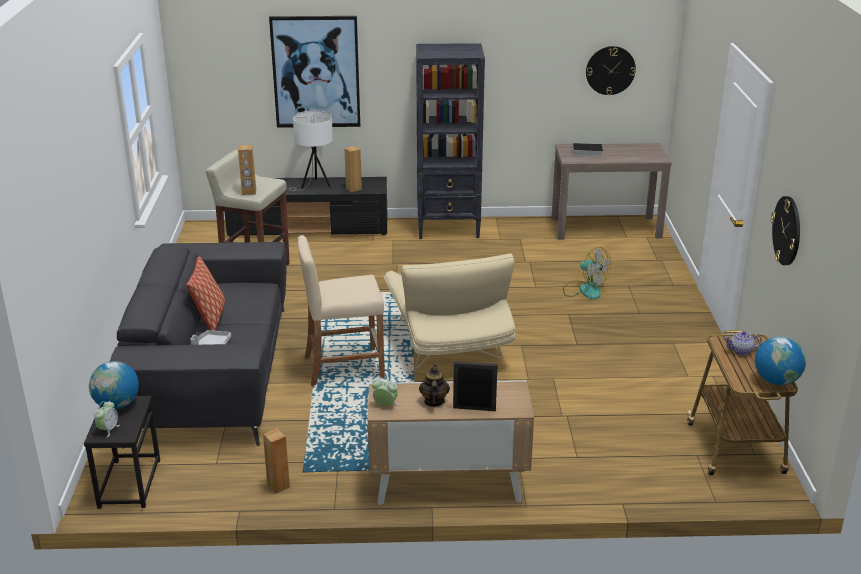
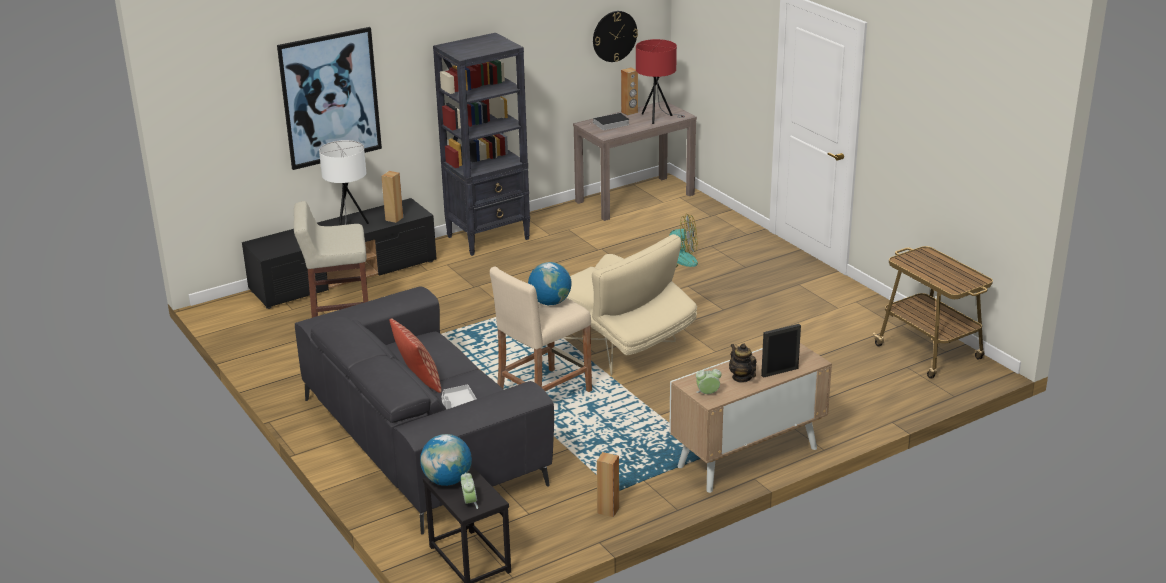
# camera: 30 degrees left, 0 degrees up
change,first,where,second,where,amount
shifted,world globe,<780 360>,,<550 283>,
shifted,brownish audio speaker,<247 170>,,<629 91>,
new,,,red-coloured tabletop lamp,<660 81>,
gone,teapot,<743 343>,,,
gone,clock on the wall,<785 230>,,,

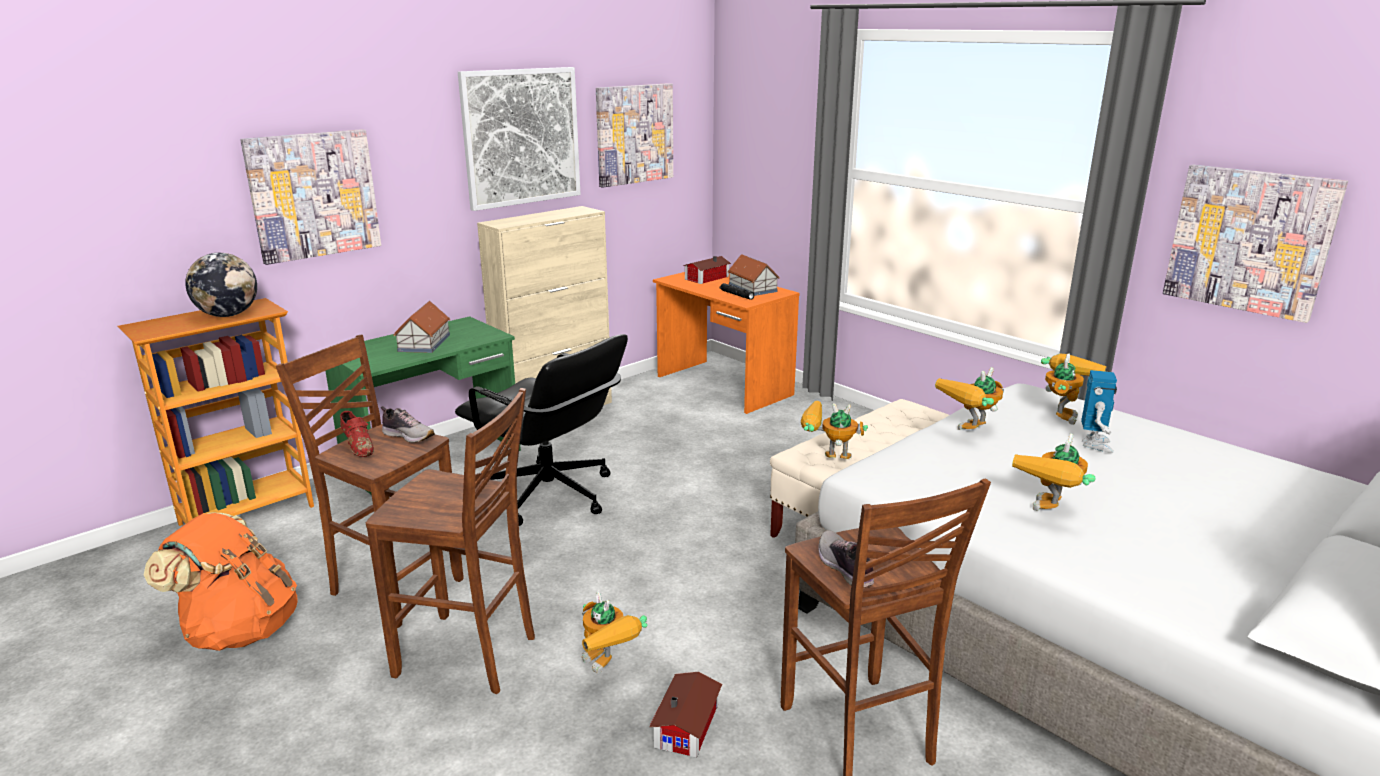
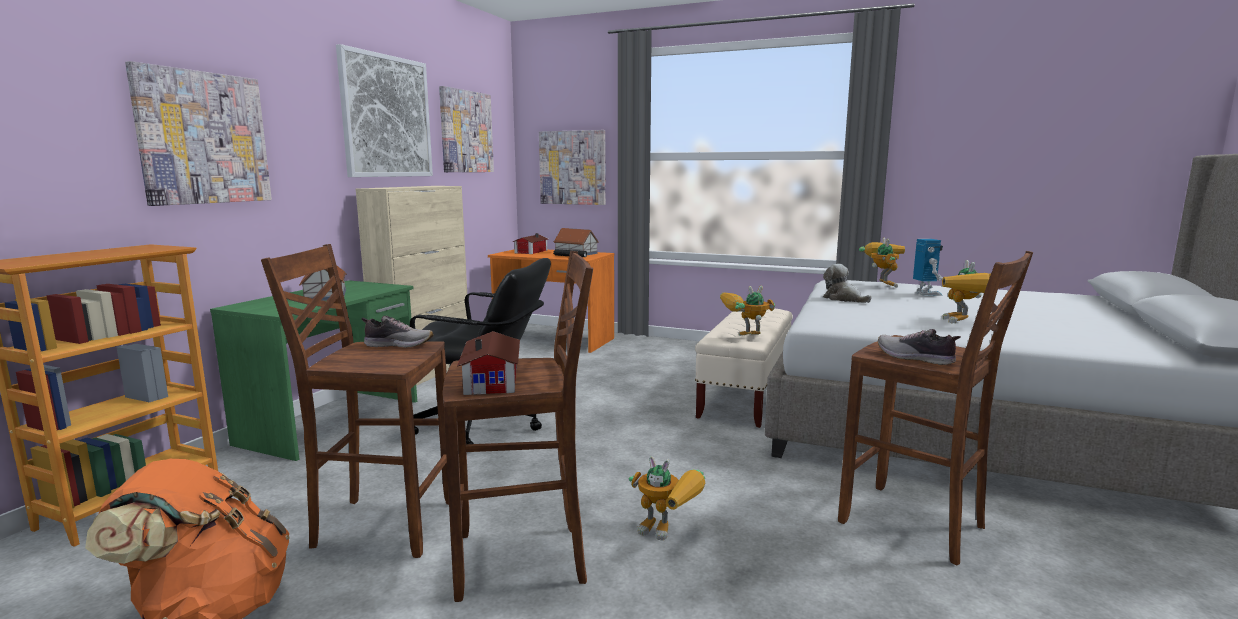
# camera: 25 degrees left, 10 degrees down
change,first,where,second,where,amount
shifted,toy house,<685 714>,,<488 363>,
shifted,picture,<1255 244>,,<572 167>,
swapped,model robot,<969 398>,plush toy,<847 283>,
gone,world globe,<221 285>,,,
gone,red-coloured shoe,<357 434>,,,

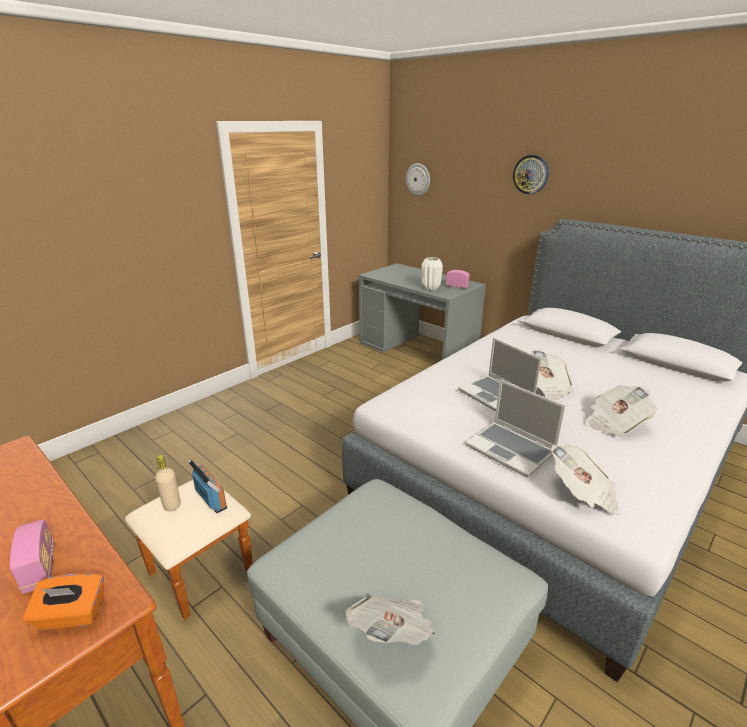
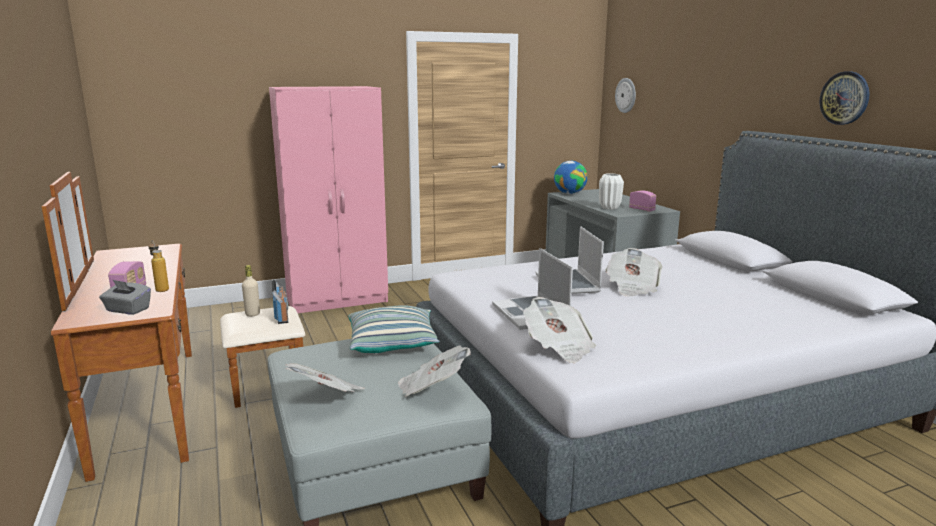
# camera: 25 degrees right, 10 degrees down
change,first,where,second,where,amount
repainted,orange-coloured tissue box,<63 602>,grey tissue box,<125 297>,
new,,,bottle,<158 266>,
new,,,pinkish wardrobe,<328 199>,
new,,,pillow,<394 329>,
shifted,daily paper,<620 411>,,<434 371>,
new,,,world globe,<571 177>,
shifted,clock on the wall,<531 174>,,<845 98>,

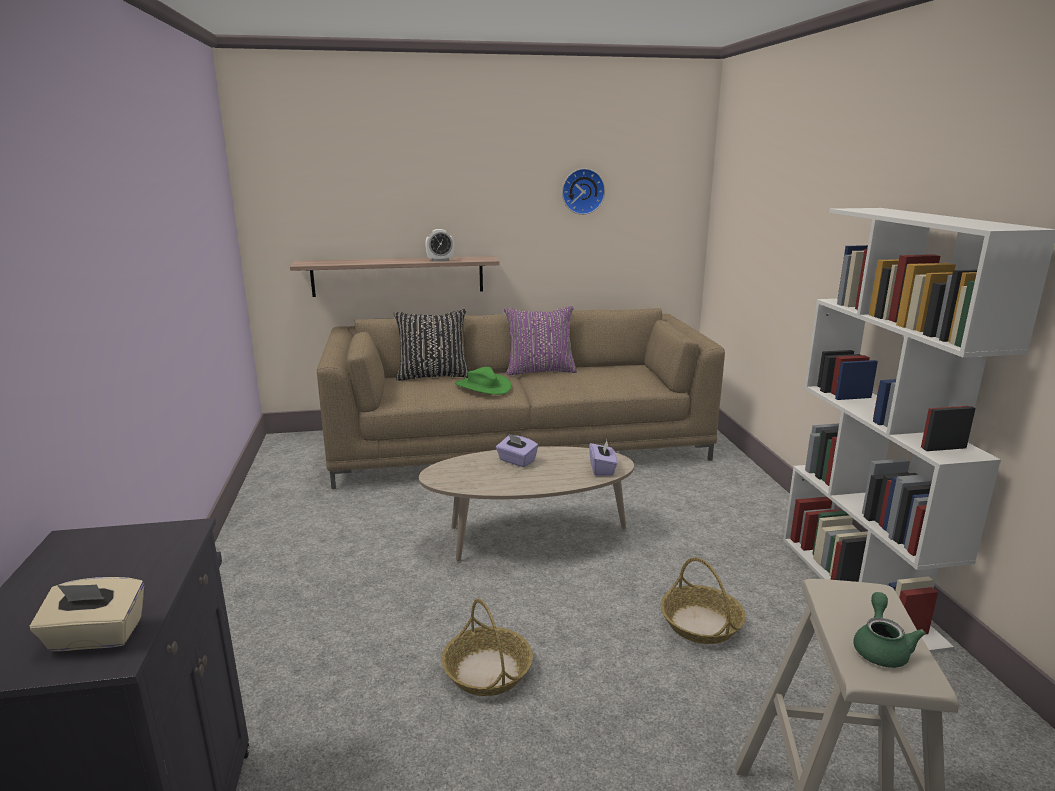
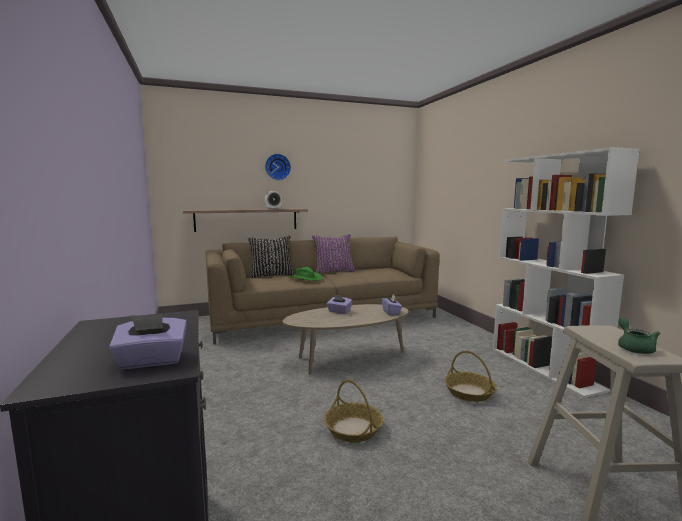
# camera: 10 degrees left, 10 degrees down
change,first,where,second,where,amount
repainted,beige tissue box,<87 614>,purplish tissue box,<148 341>,
shifted,clock on the wall,<583 191>,,<278 167>,

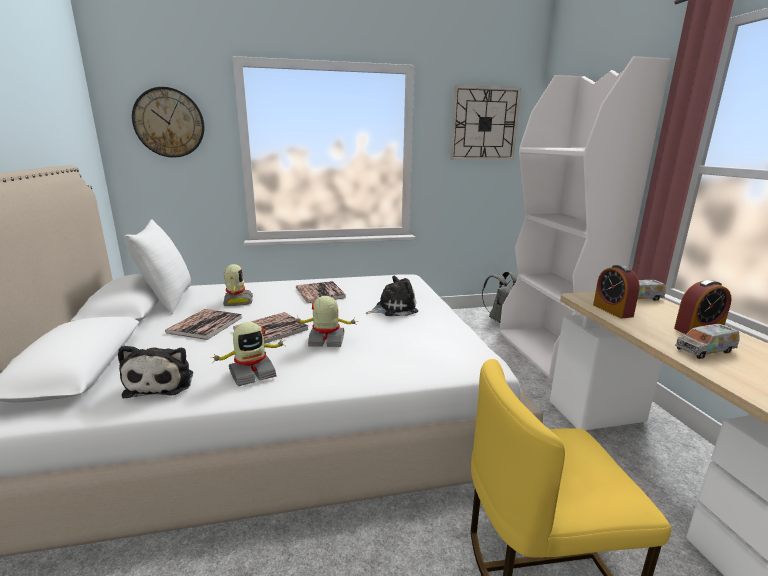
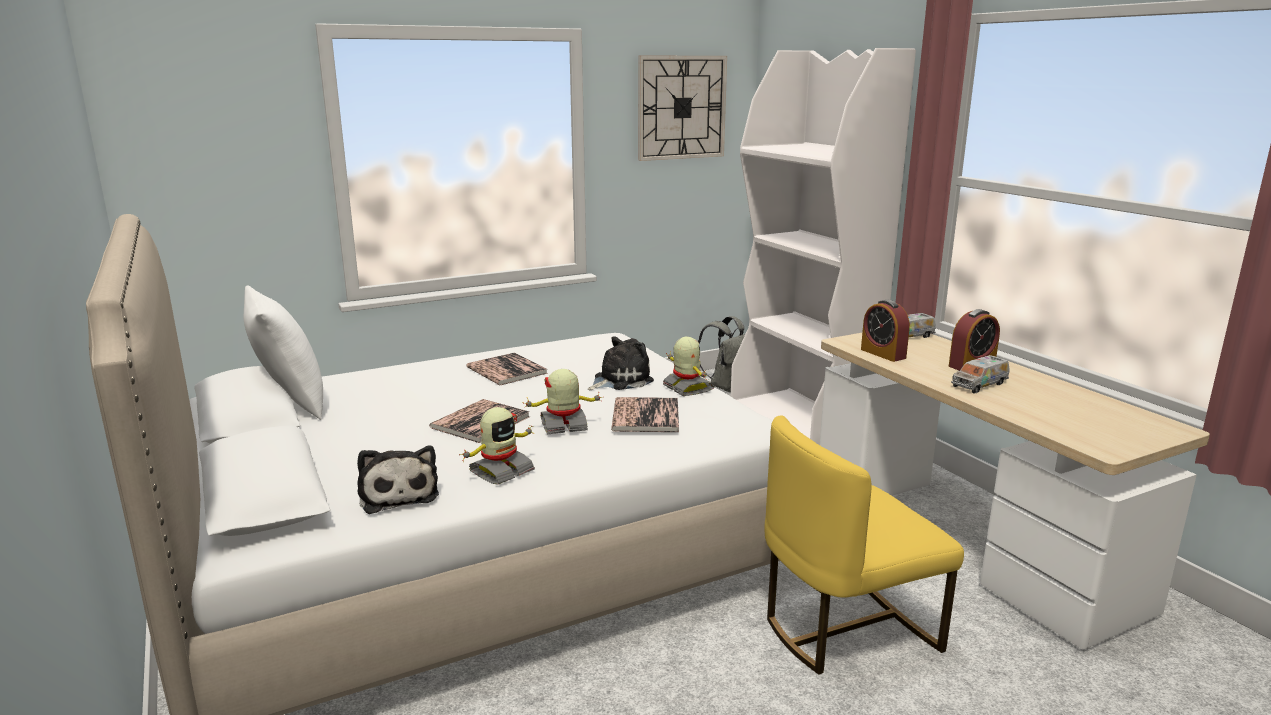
# camera: 15 degrees left, 0 degrees up
change,first,where,second,where,amount
shifted,book,<203 324>,,<645 414>,
shifted,model robot,<238 285>,,<688 366>,
gone,clock on the wall,<168 122>,,,

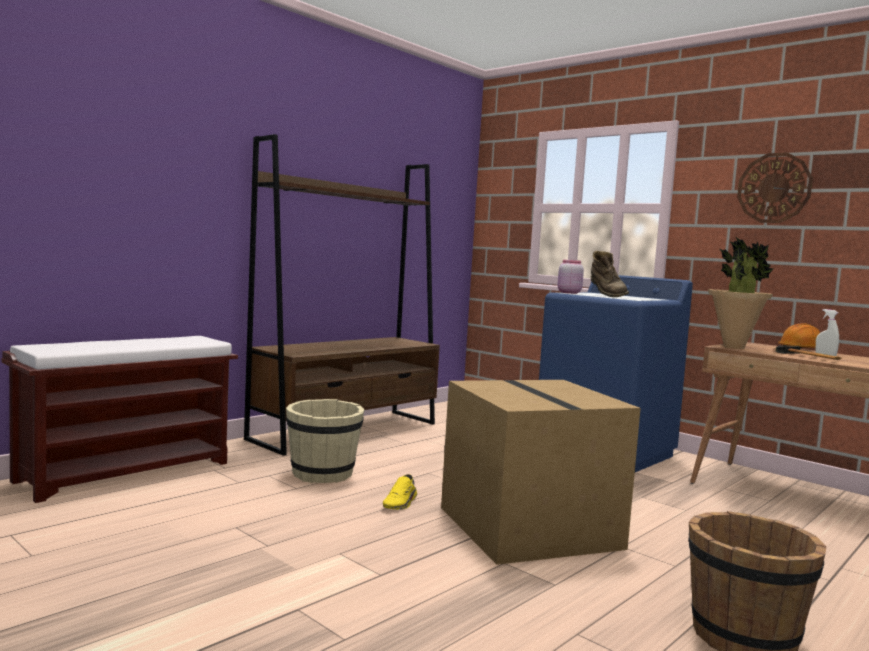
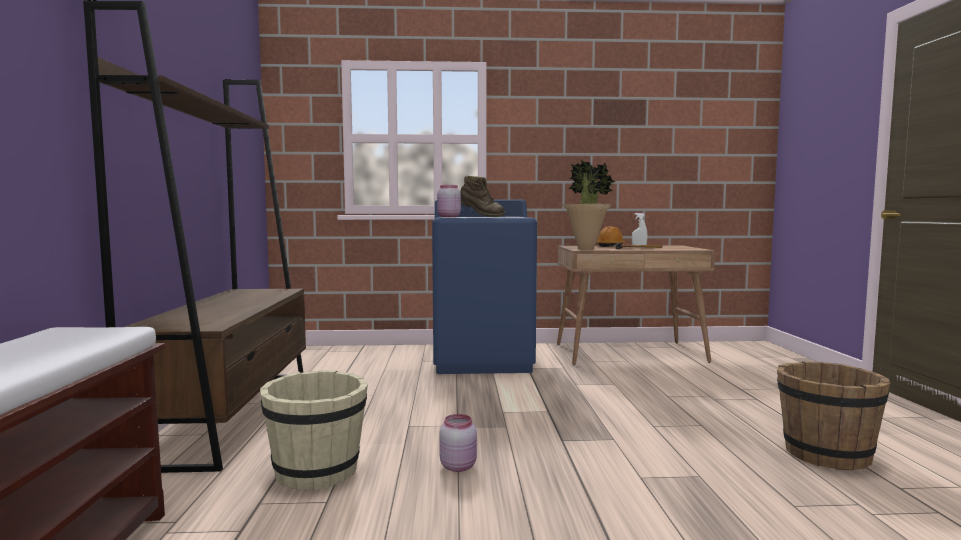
# camera: 45 degrees left, 0 degrees up
change,first,where,second,where,amount
swapped,yellow shoe,<400 492>,pinkish jar,<458 443>,
gone,cardboard box,<541 472>,,,
gone,clock on the wall,<775 187>,,,

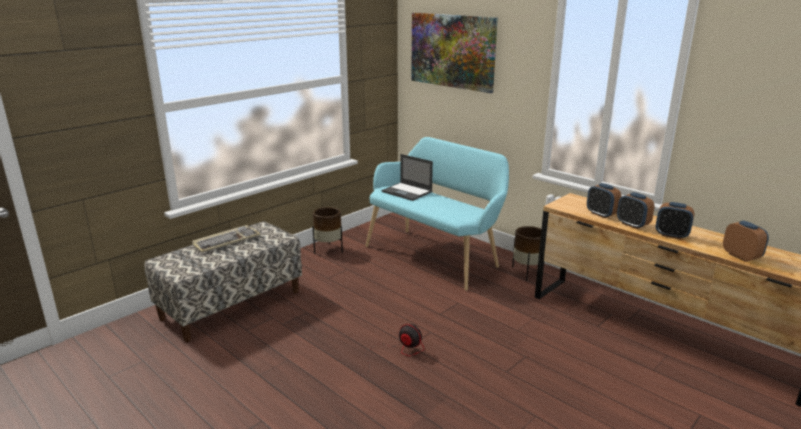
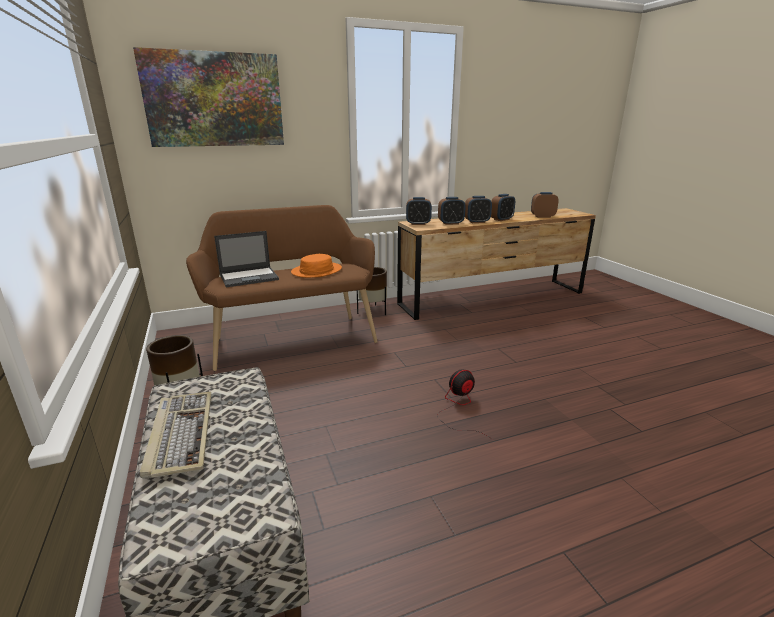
# camera: 65 degrees left, 0 degrees up
change,first,where,second,where,amount
repainted,blue-green indoor bench,<437 214>,brownish indoor bench,<282 288>,
new,,,orange-coloured wearable hat,<316 266>,
new,,,bedside clock,<419 211>,

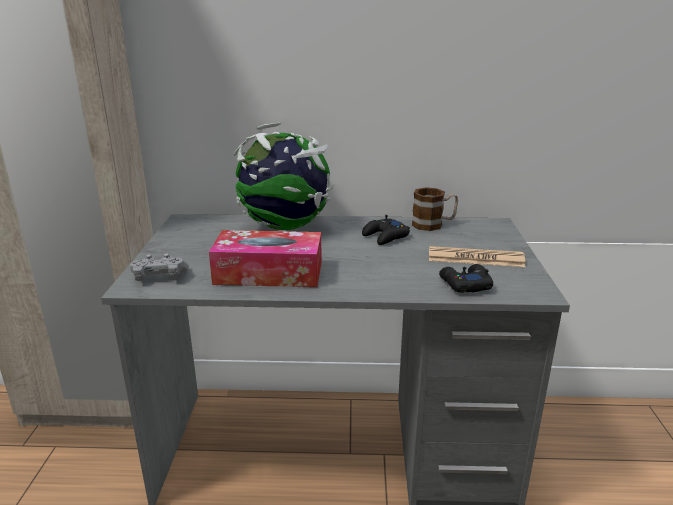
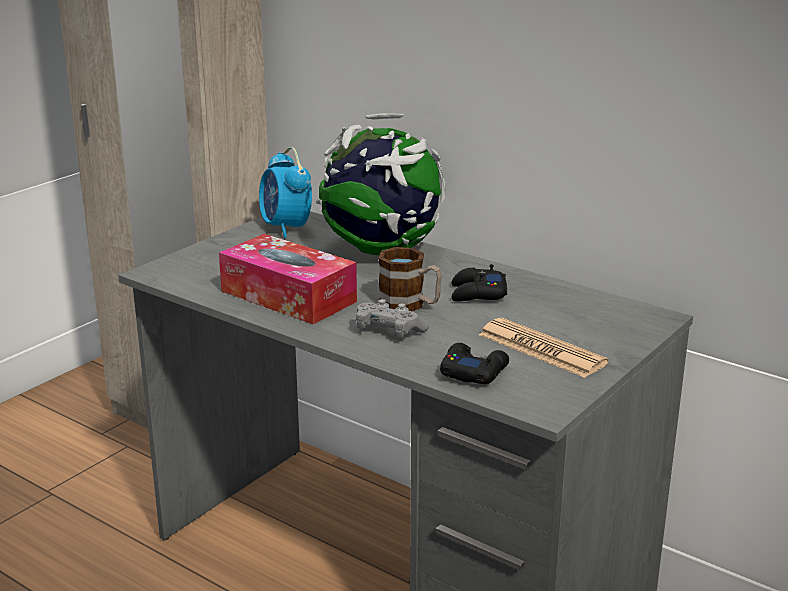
# camera: 35 degrees right, 0 degrees up
change,first,where,second,where,amount
new,,,bedside clock,<285 192>,
shifted,grey game controller,<159 267>,,<392 318>,
shifted,tea mug,<435 209>,,<410 279>,

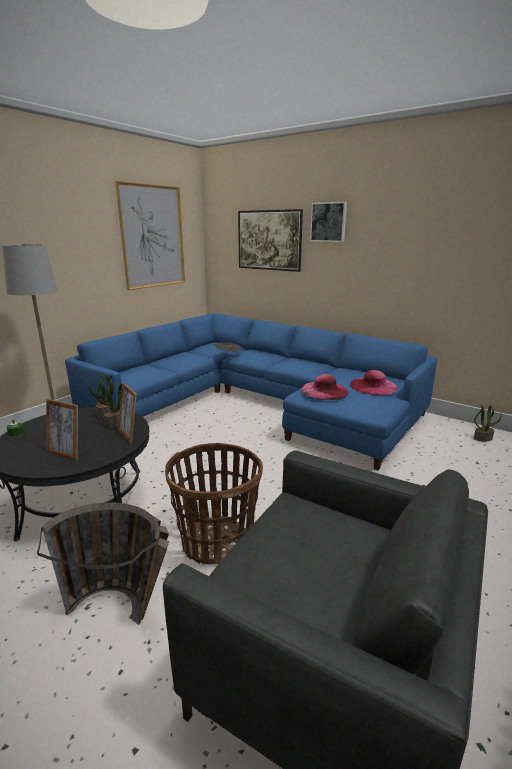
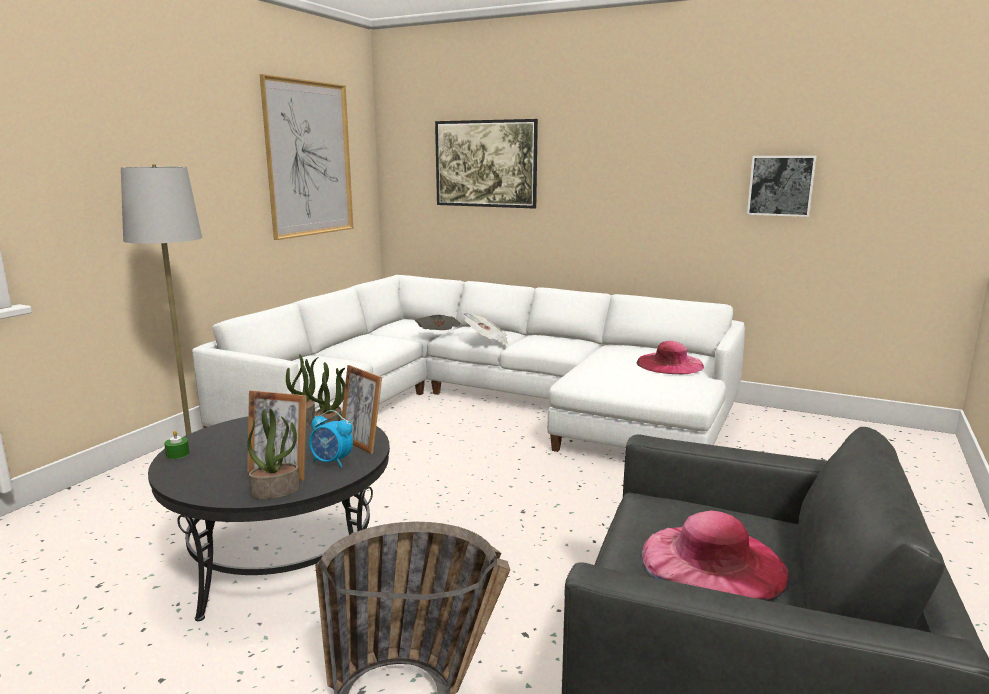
# camera: 10 degrees left, 5 degrees down
change,first,where,second,where,amount
repainted,blue couch,<251 392>,white couch,<468 363>,
shifted,plant in a pot,<488 423>,,<273 454>,
new,,,bedside clock,<331 438>,
new,,,daily paper,<485 328>,
shifted,pinkish wearable hat,<325 387>,,<715 556>,
shifted,picture,<328 222>,,<782 186>,
gone,household basket,<214 503>,,,

